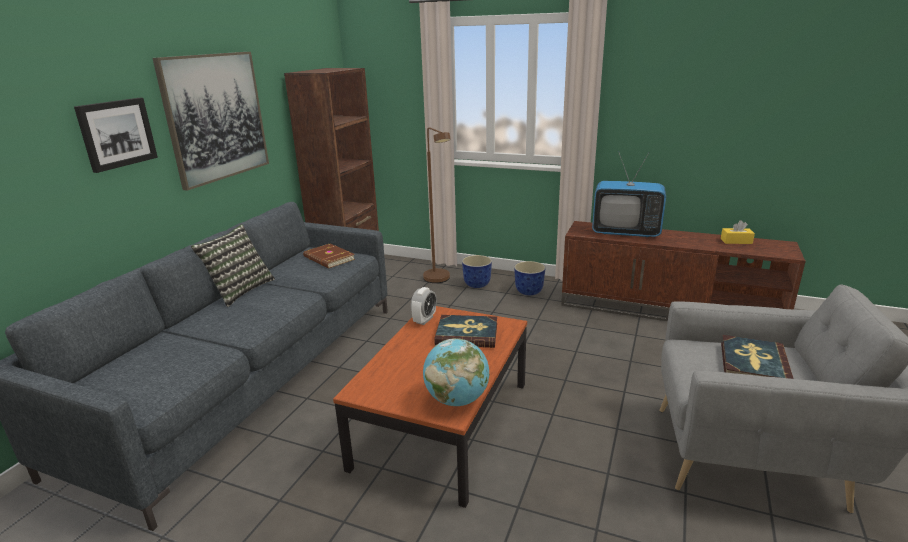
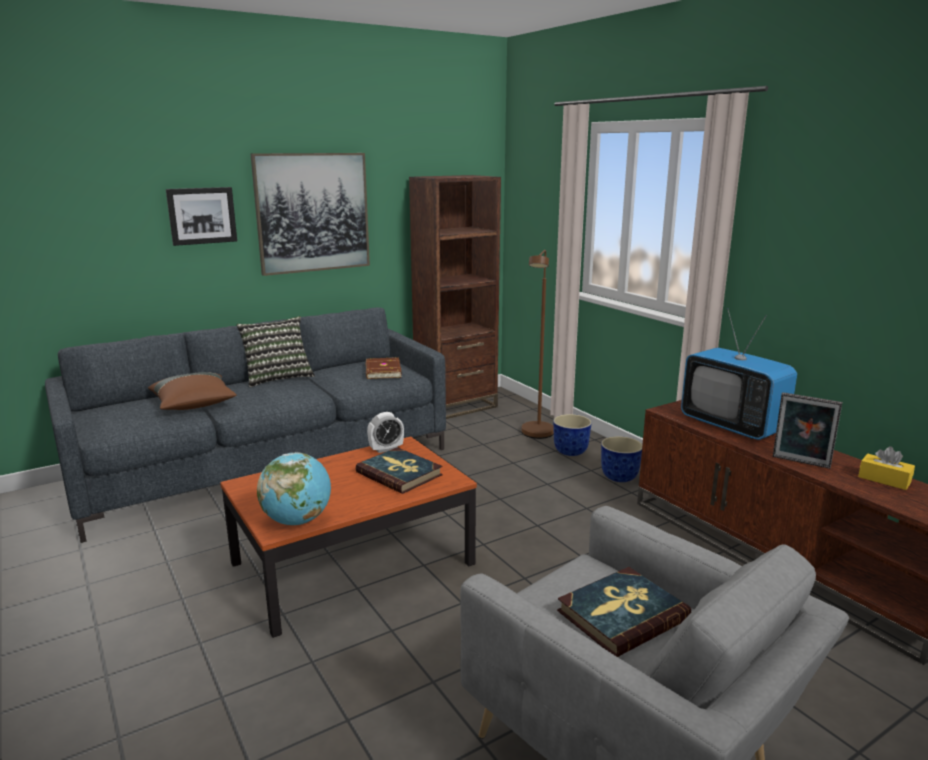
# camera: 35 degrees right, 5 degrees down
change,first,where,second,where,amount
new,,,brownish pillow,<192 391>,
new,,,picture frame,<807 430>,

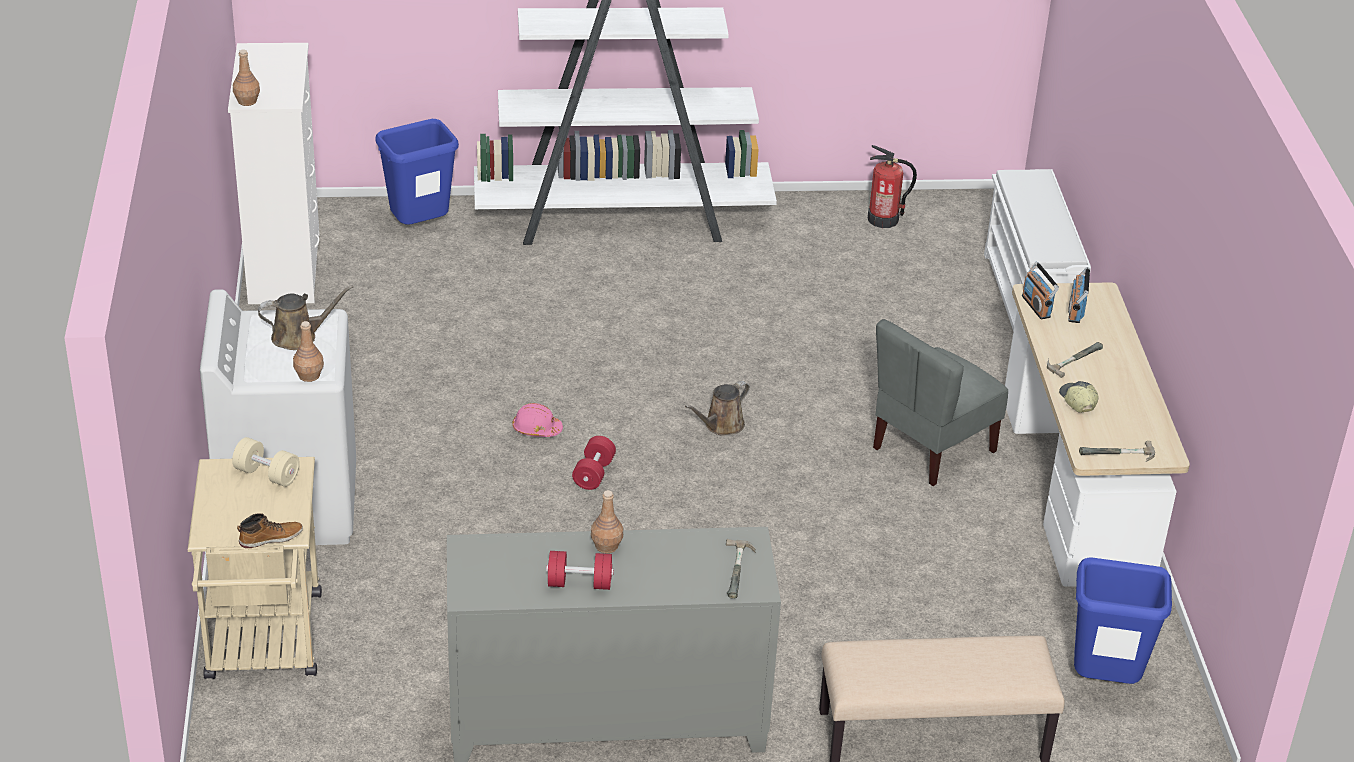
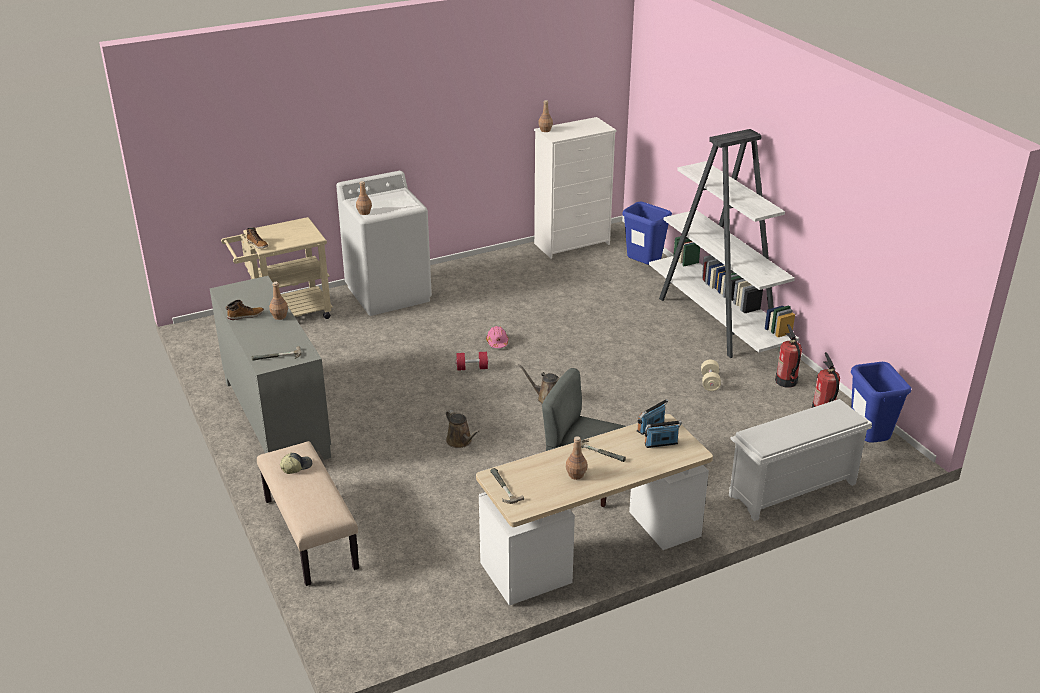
# camera: 70 degrees right, 5 degrees down
change,first,where,second,where,amount
swapped,red-coloured hand weight,<580 570>,high-top boot,<245 310>,
shifted,peaked cap,<1079 397>,,<296 463>,
shifted,brownish watering pot,<305 317>,,<463 429>,
new,,,brownish bottle,<576 458>,
shifted,beige hand weight,<266 462>,,<711 375>,
new,,,fire-fighting cylinder,<788 356>,
shifted,blue waste bin,<1123 620>,,<881 402>,

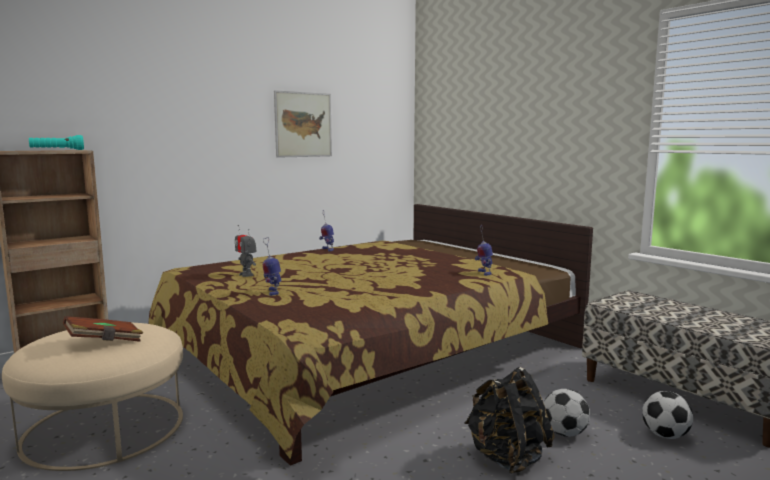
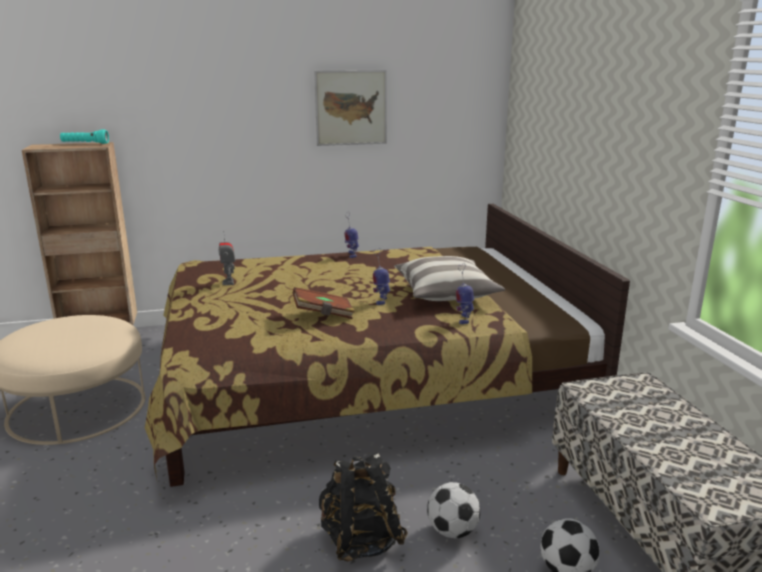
# camera: 25 degrees right, 10 degrees up
change,first,where,second,where,amount
shifted,brownish book,<103 329>,,<323 303>,
shifted,model robot,<272 266>,,<381 276>,
new,,,pillow,<449 278>,

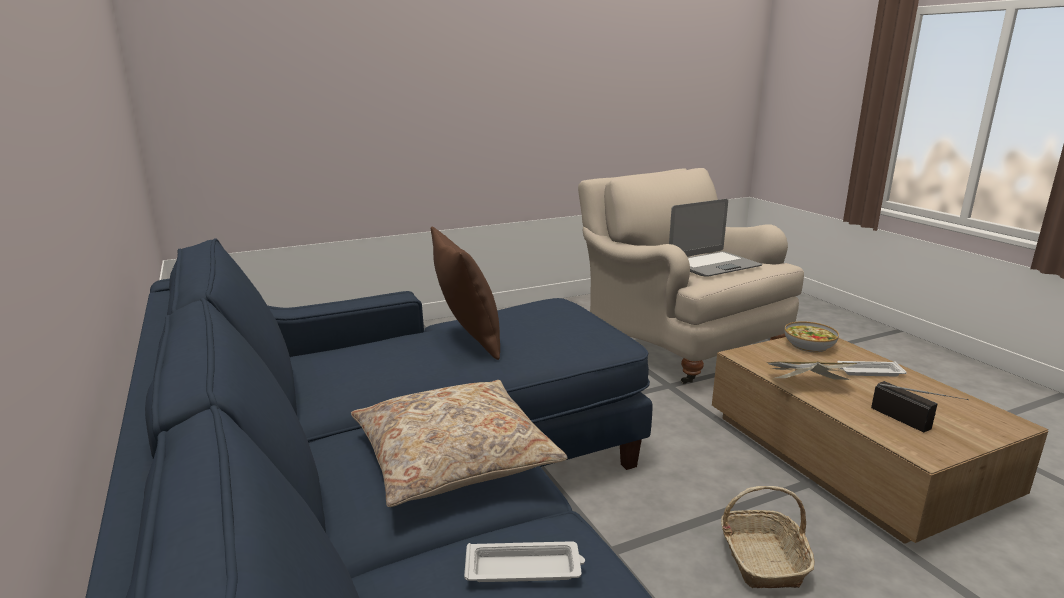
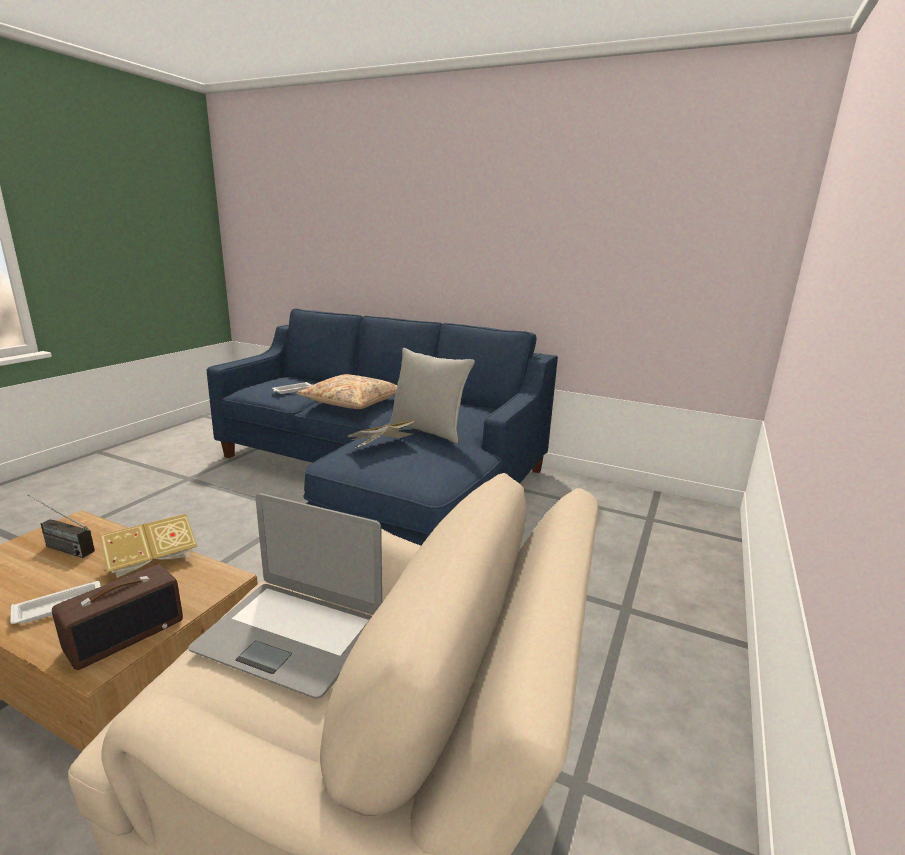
# camera: 140 degrees right, 0 degrees up
change,first,where,second,where,amount
swapped,deep dish,<812 336>,radio,<117 617>,
rotated,laptop,<715 238>,,<285 596>,90 degrees counterclockwise
new,,,book,<382 434>,
repainted,brownish pillow,<465 293>,grey pillow,<432 396>,
gone,household basket,<768 537>,,,

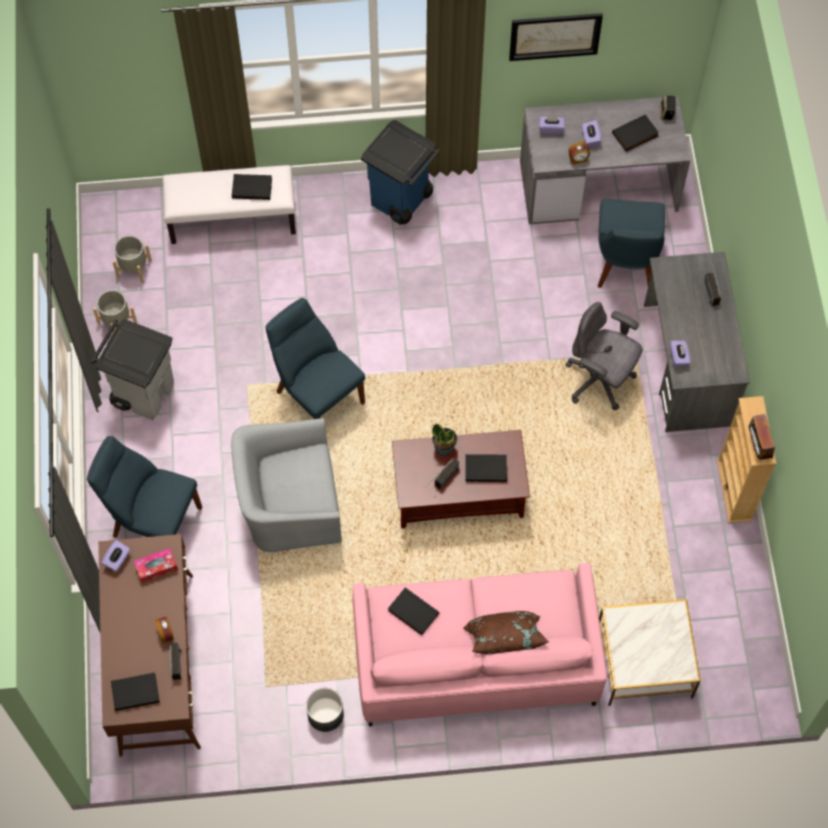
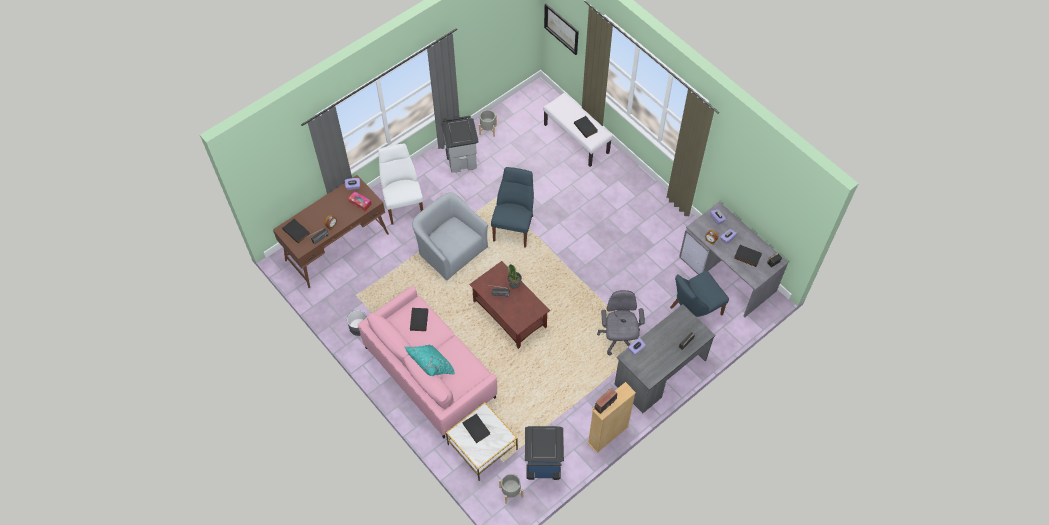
# camera: 55 degrees right, 5 degrees down
change,first,where,second,where,amount
repainted,blue plain chair,<144 487>,white plain chair,<400 184>,
repainted,brownish pillow,<505 632>,blue-green pillow,<429 360>,
shifted,black-coloured book,<486 468>,,<476 428>,
shifted,grey planter,<132 259>,,<511 489>,
shifted,blue waste bin,<400 171>,,<544 453>,
shifted,picture,<556 37>,,<561 29>,

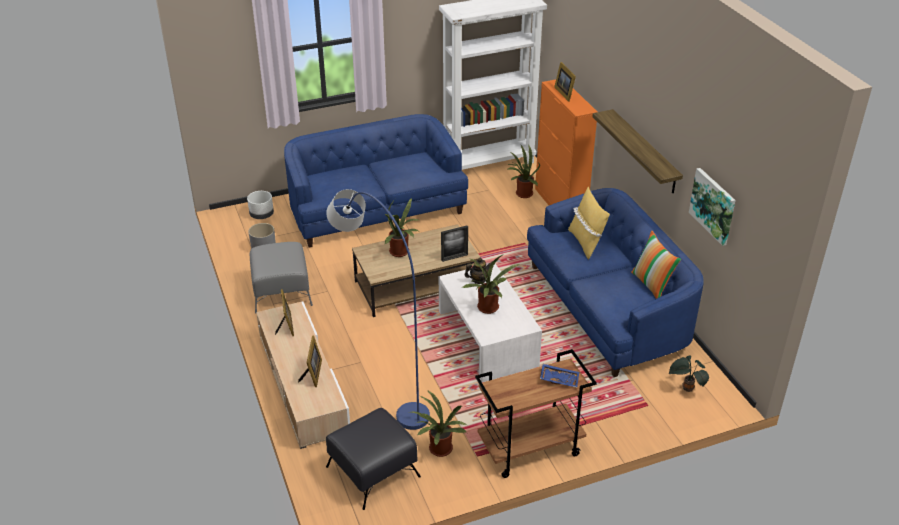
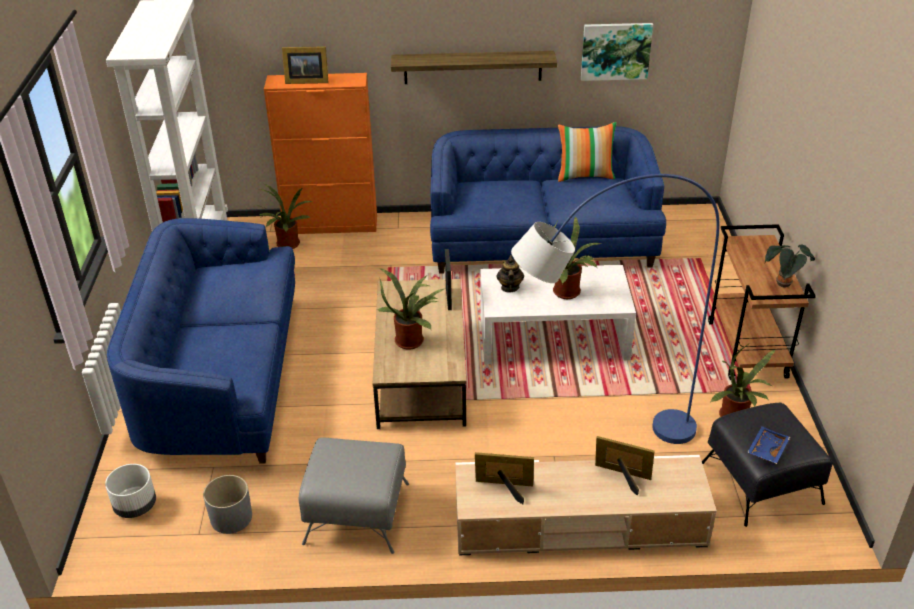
# camera: 70 degrees left, 0 degrees up
change,first,where,second,where,amount
shifted,blue carrying tray,<559 376>,,<768 445>,
shifted,plant in a pot,<689 373>,,<790 266>,
gone,yellow pillow,<589 223>,,,

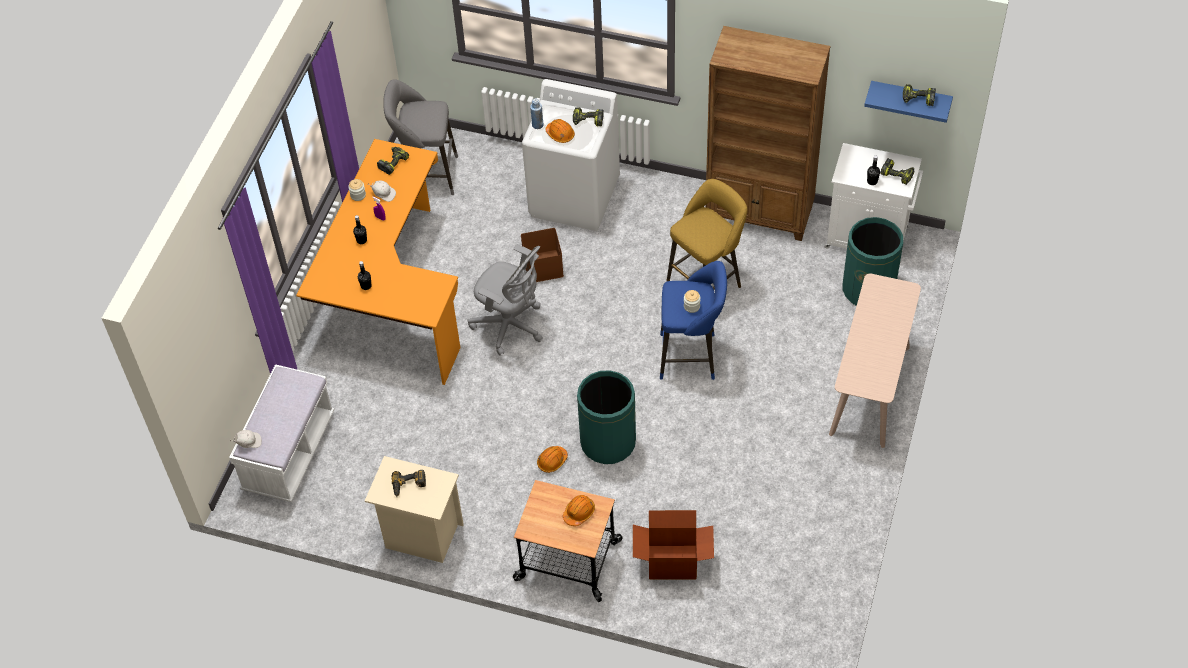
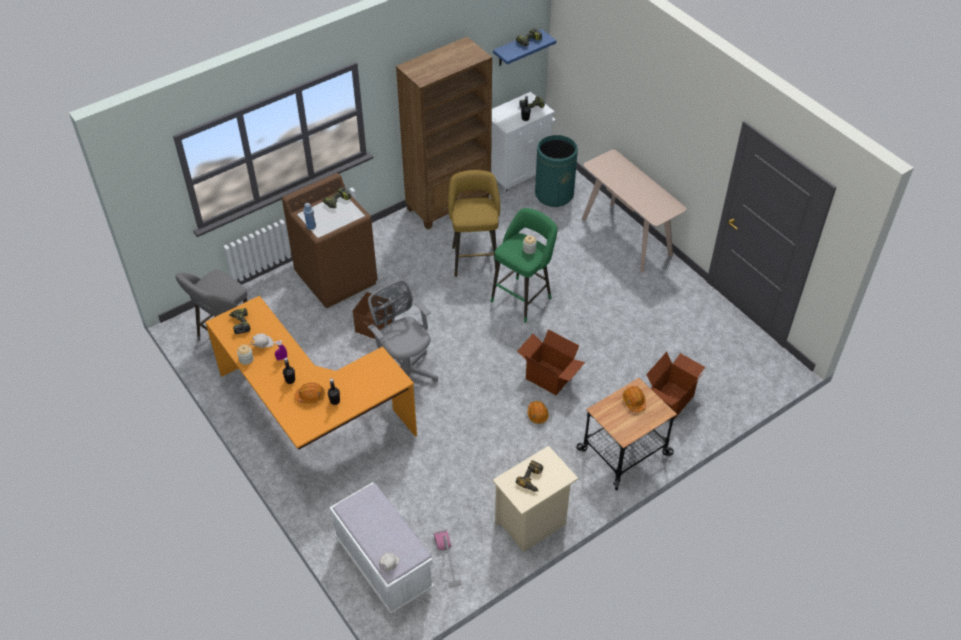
# camera: 55 degrees left, 5 degrees down
change,first,where,second,where,amount
repainted,white laundry appliance,<571 155>,brownish laundry appliance,<329 240>,
shifted,orange-coloured hard hat,<560 131>,,<310 393>,
rotated,grey computer chair,<505 299>,,<403 330>,105 degrees counterclockwise
new,,,vacuum cleaner,<448 559>,
repainted,blue stool seat,<693 320>,green stool seat,<524 265>,
swapped,green waste bin,<606 417>,cardboard box,<551 362>,

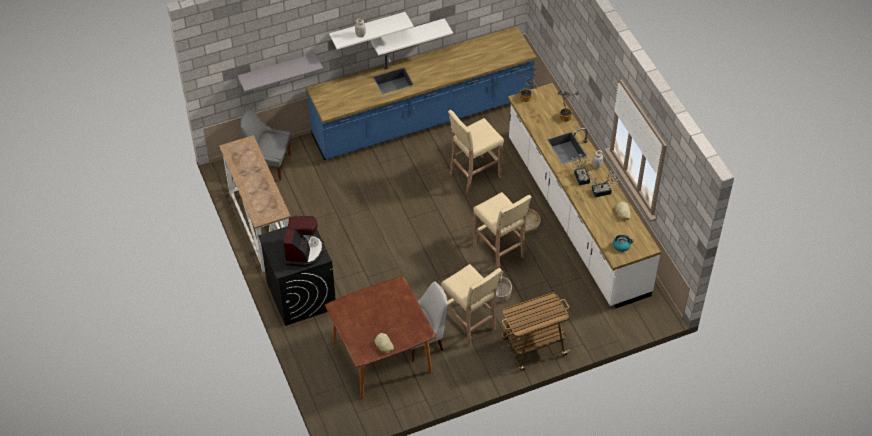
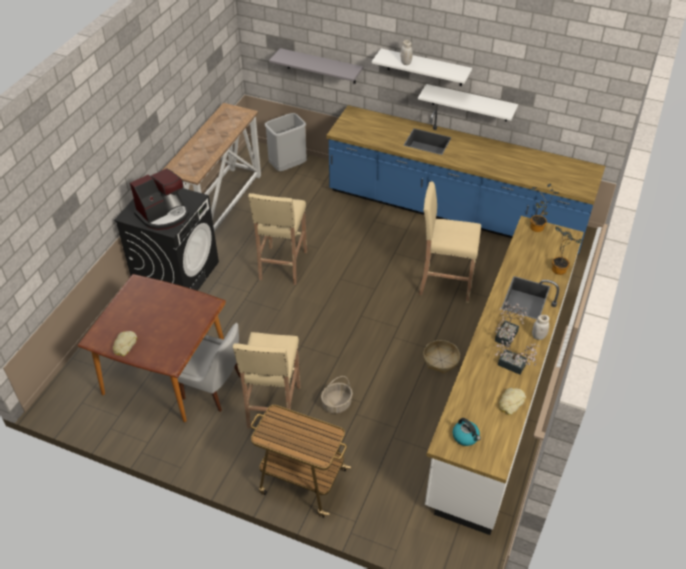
# camera: 45 degrees right, 5 degrees down
change,first,where,second,where,amount
shifted,beige stool seat,<502 230>,,<277 239>,
swapped,grey plain chair,<265 144>,grey waste bin,<286 142>,

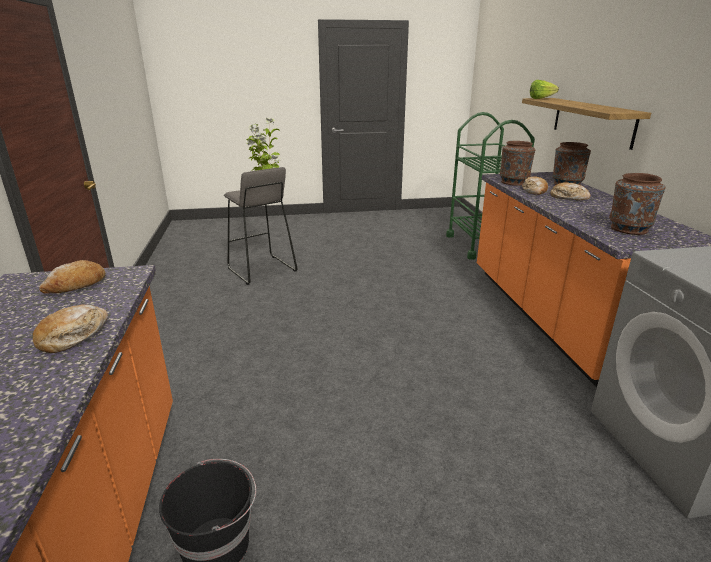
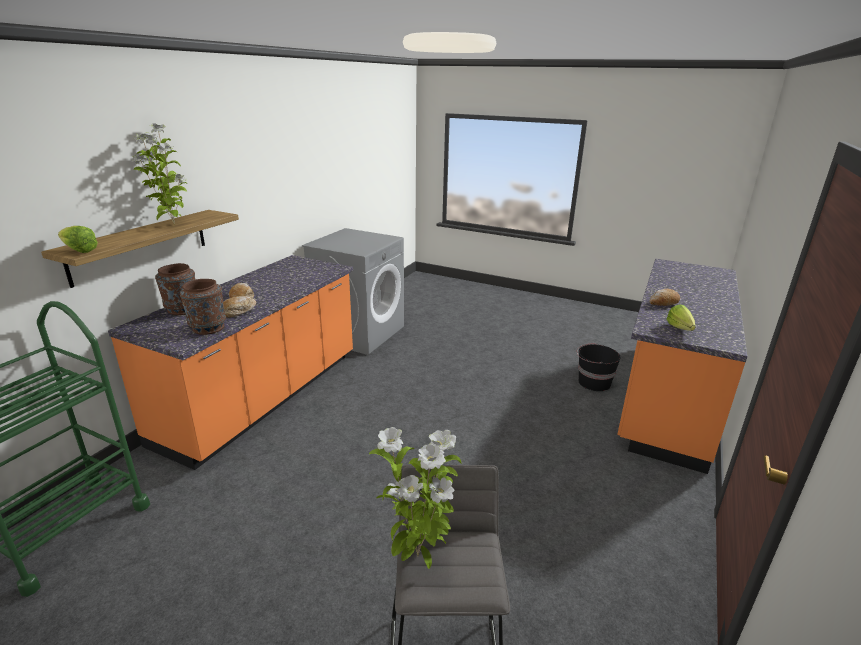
# camera: 145 degrees left, 0 degrees up
change,first,where,second,where,amount
new,,,plant in a pot,<159 174>,
swapped,bakery bread,<72 277>,head of lettuce,<680 317>,
gone,brownish vase,<637 204>,,,

